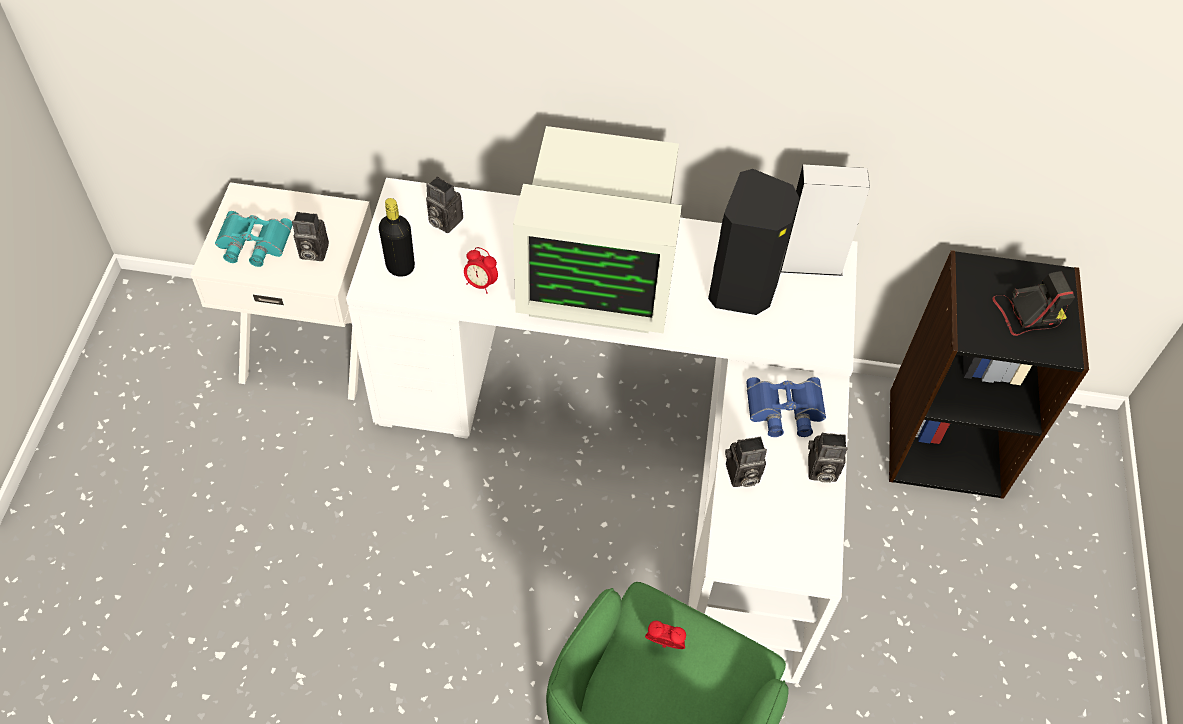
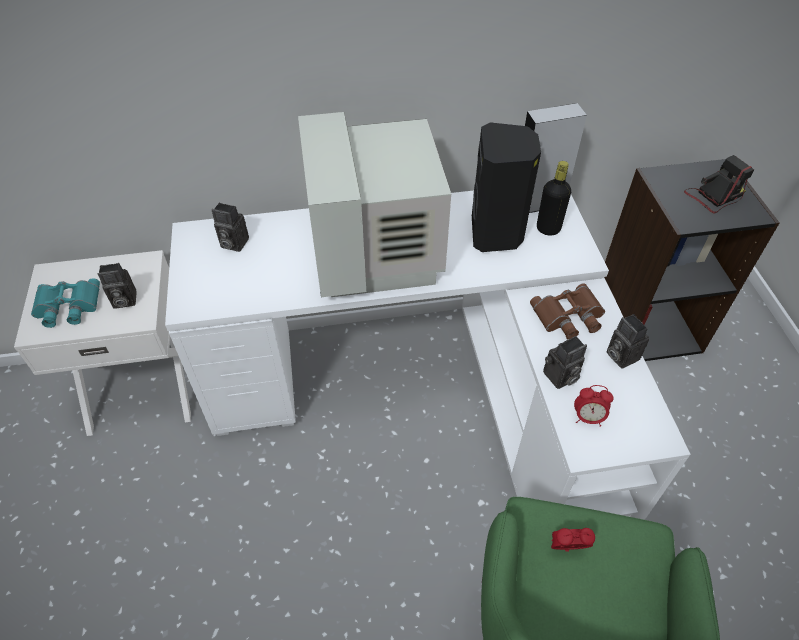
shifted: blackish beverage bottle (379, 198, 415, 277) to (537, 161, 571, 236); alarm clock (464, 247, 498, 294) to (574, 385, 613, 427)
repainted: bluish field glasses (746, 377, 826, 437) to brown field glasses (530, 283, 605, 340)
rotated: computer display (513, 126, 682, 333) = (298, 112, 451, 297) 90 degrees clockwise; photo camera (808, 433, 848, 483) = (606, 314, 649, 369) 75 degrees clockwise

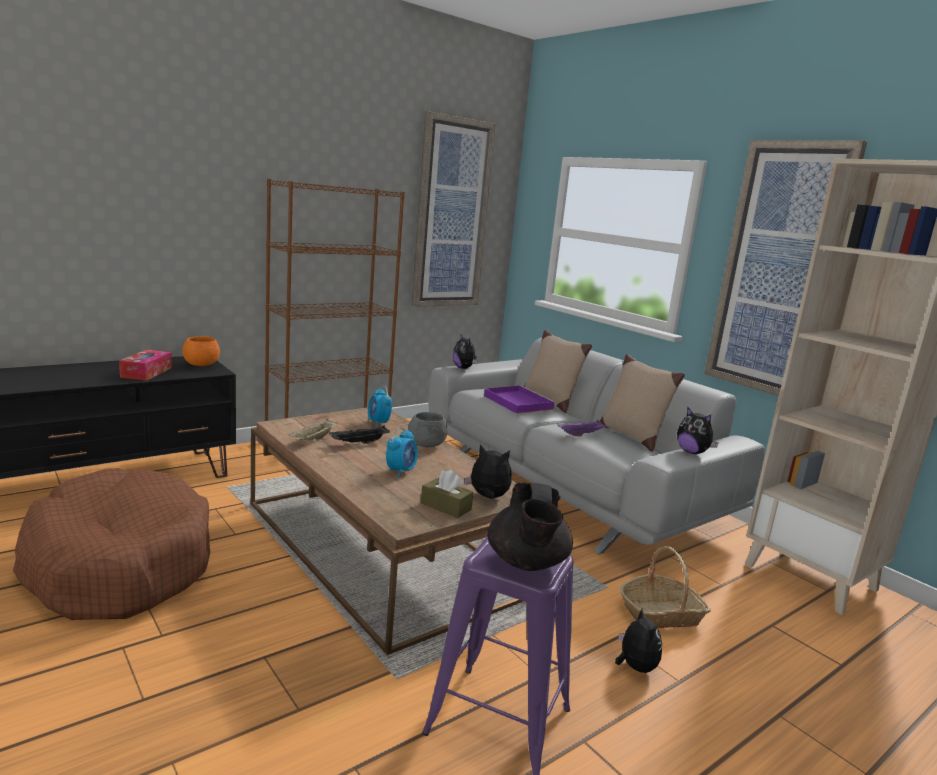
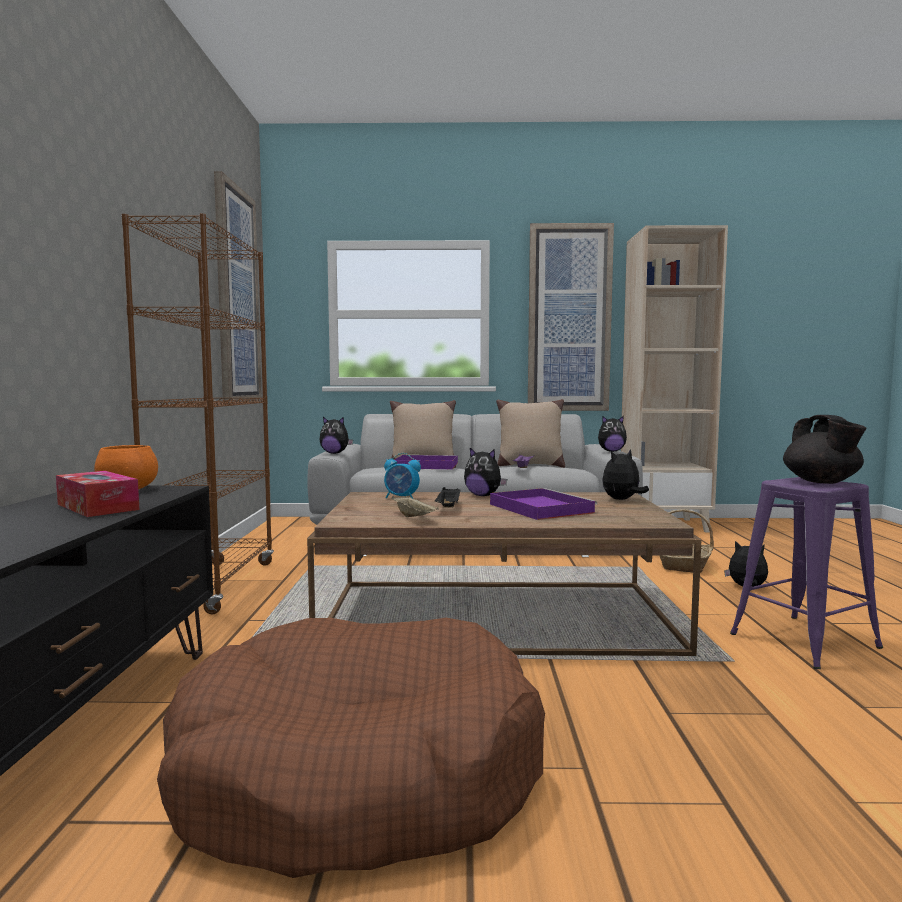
gone: brown box of tissues (421, 470, 473, 518)
swapped: grey bowl (408, 412, 448, 447) to soft toy (464, 448, 507, 496); alarm clock (386, 427, 418, 477) to purple-coloured serving tray (490, 488, 597, 520)
rotated: blackish pot for tea (487, 482, 573, 571) = (783, 415, 867, 484) 45 degrees clockwise

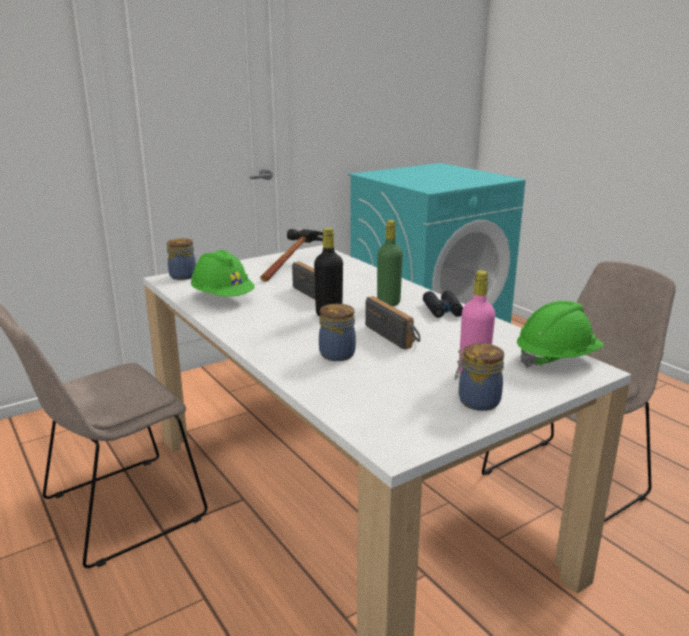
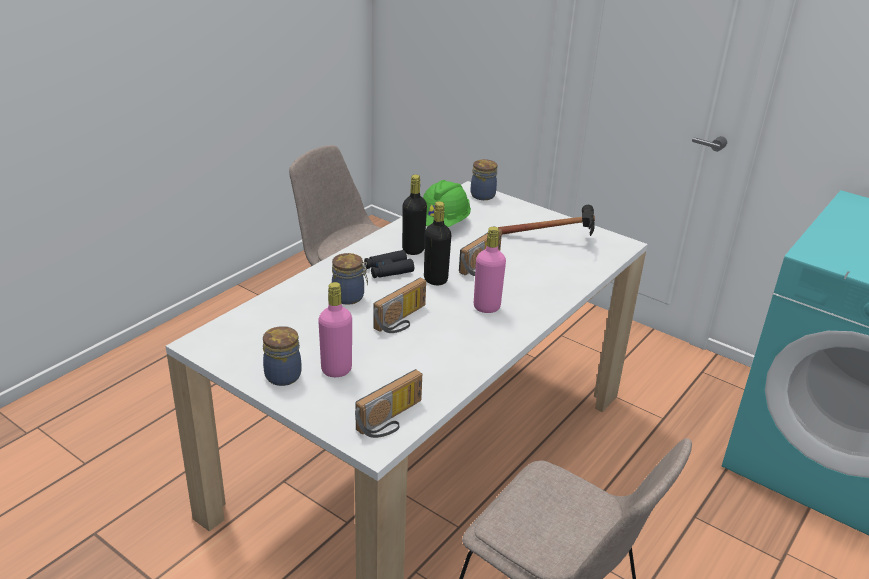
new: blackish beverage bottle (402, 175, 427, 255)
shifted: blackish field glasses (423, 290, 463, 318) to (364, 250, 414, 278)
swapped: green work helmet (517, 301, 604, 368) to radio set (355, 369, 422, 438)
repainted: green beverage bottle (377, 220, 403, 306) to pink beverage bottle (474, 227, 506, 313)

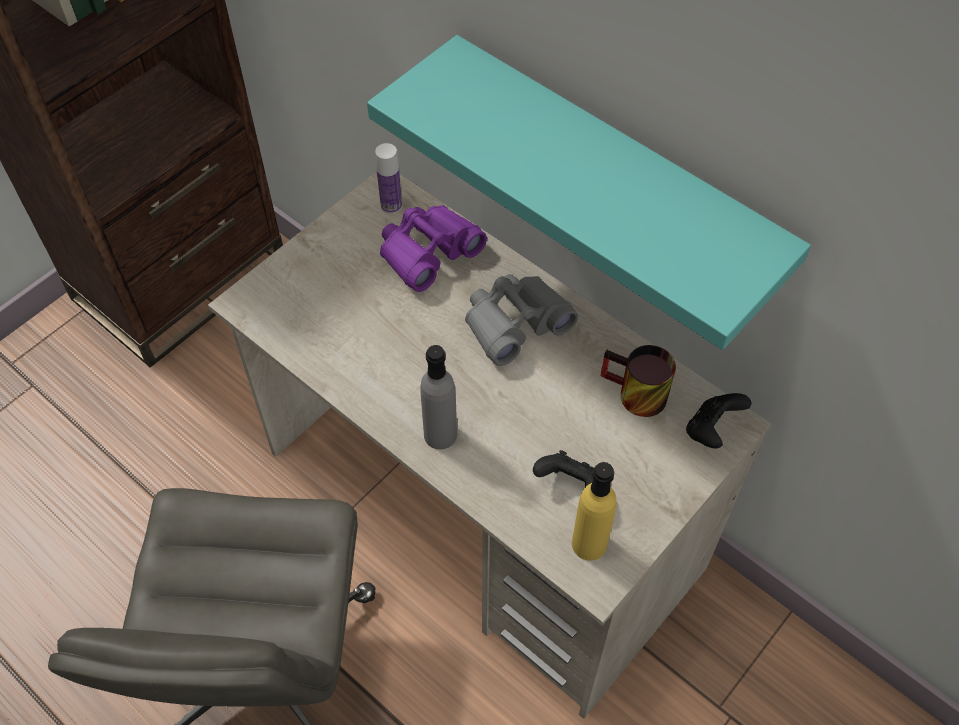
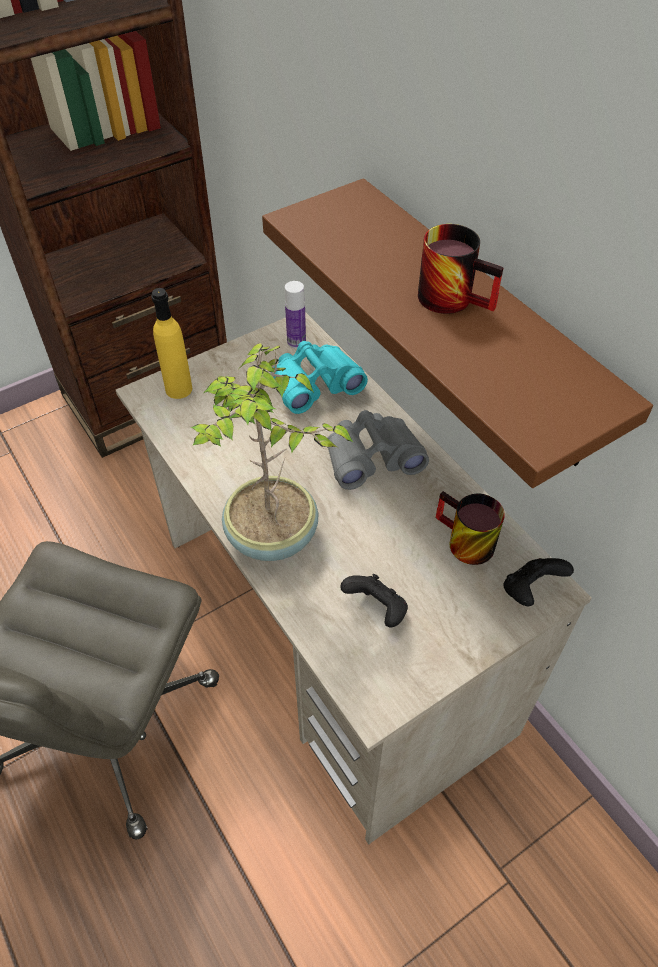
new: tea mug (418, 224, 504, 314)
shifted: yellow-coloured beverage bottle (572, 462, 617, 561) to (151, 288, 192, 399)
swapped: grey beverage bottle (420, 345, 457, 450) to potted plant (191, 343, 354, 561)
repainted: turquoise wall shelf (367, 35, 811, 350) to brown wall shelf (262, 178, 653, 488); purple-coloured field glasses (380, 205, 487, 292) to turquoise field glasses (271, 341, 368, 414)

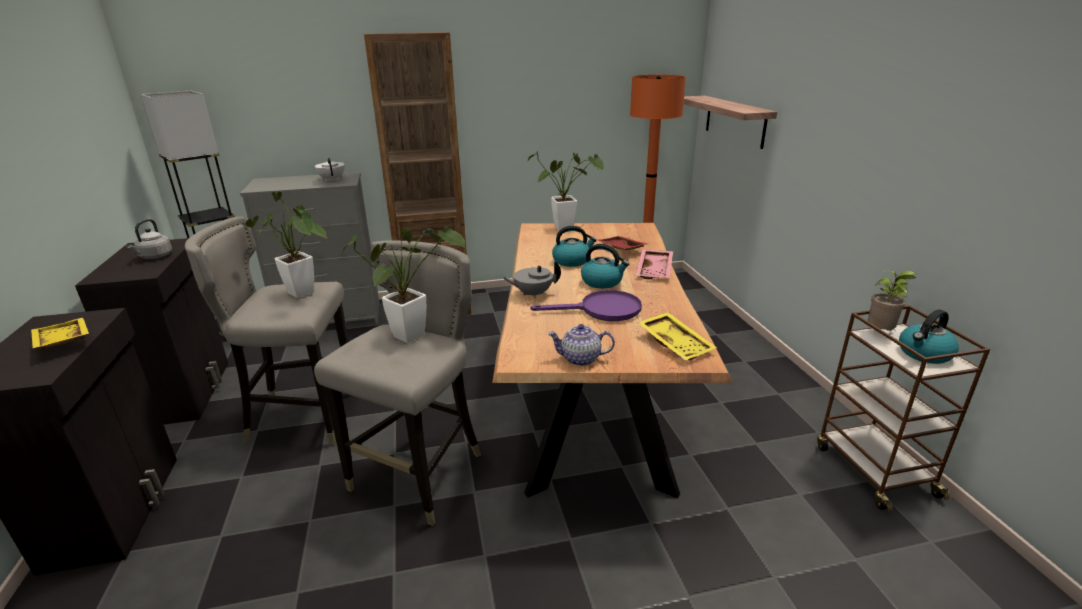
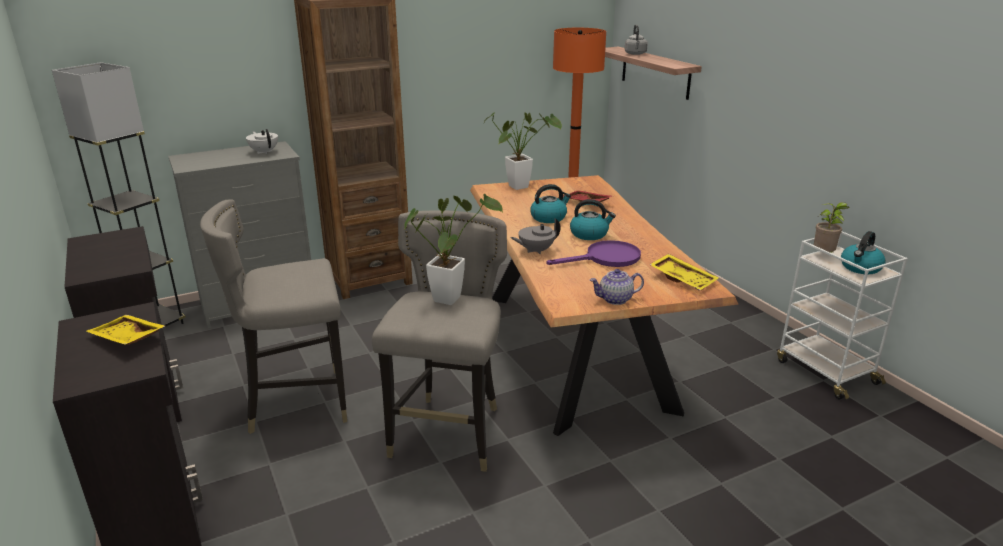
gone: potted plant (245, 192, 327, 298); pink serving tray (636, 249, 673, 279)
shifted: grey tea kettle (126, 219, 172, 259) to (625, 25, 648, 55)
repainted: brown trolley (817, 305, 990, 512) to whitish trolley (777, 231, 908, 400)

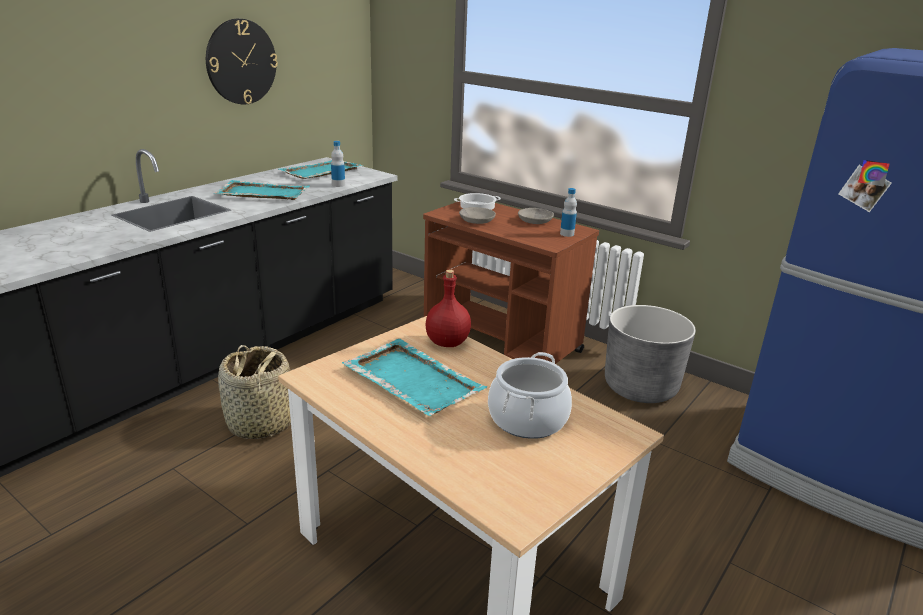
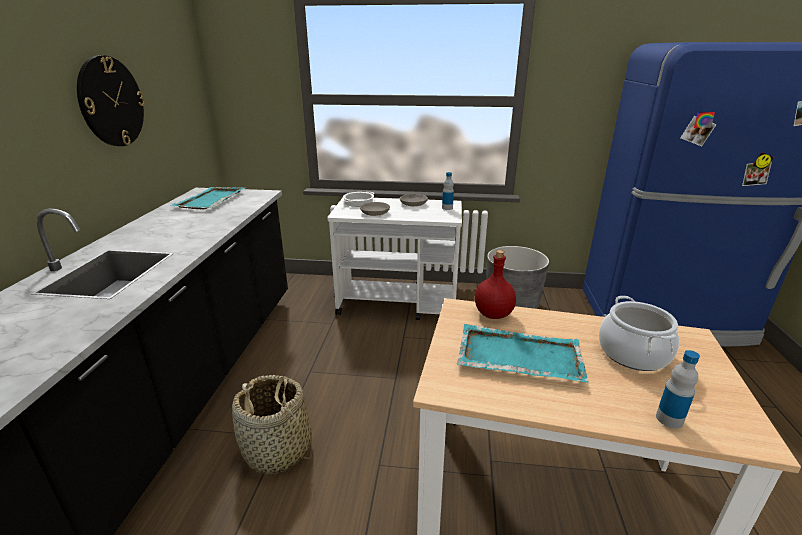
gone: turquoise serving tray (214, 180, 309, 200)
shifted: beverage bottle (331, 141, 345, 187) to (656, 350, 700, 429)
repainted: brown trolley (423, 201, 599, 364) to whitish trolley (327, 198, 462, 320)

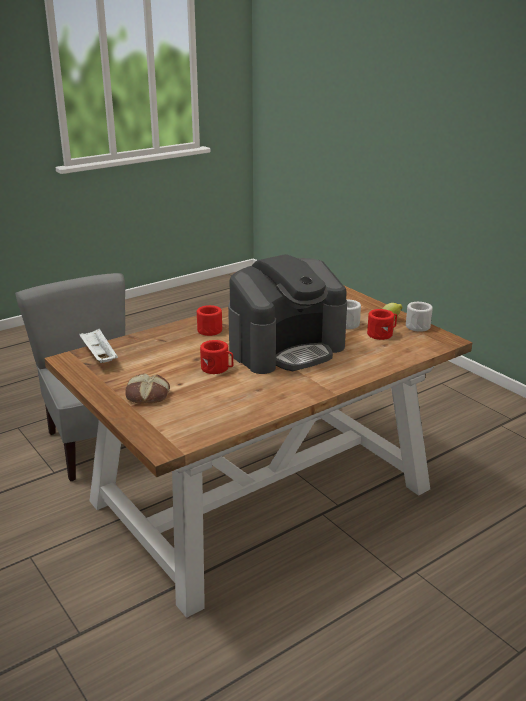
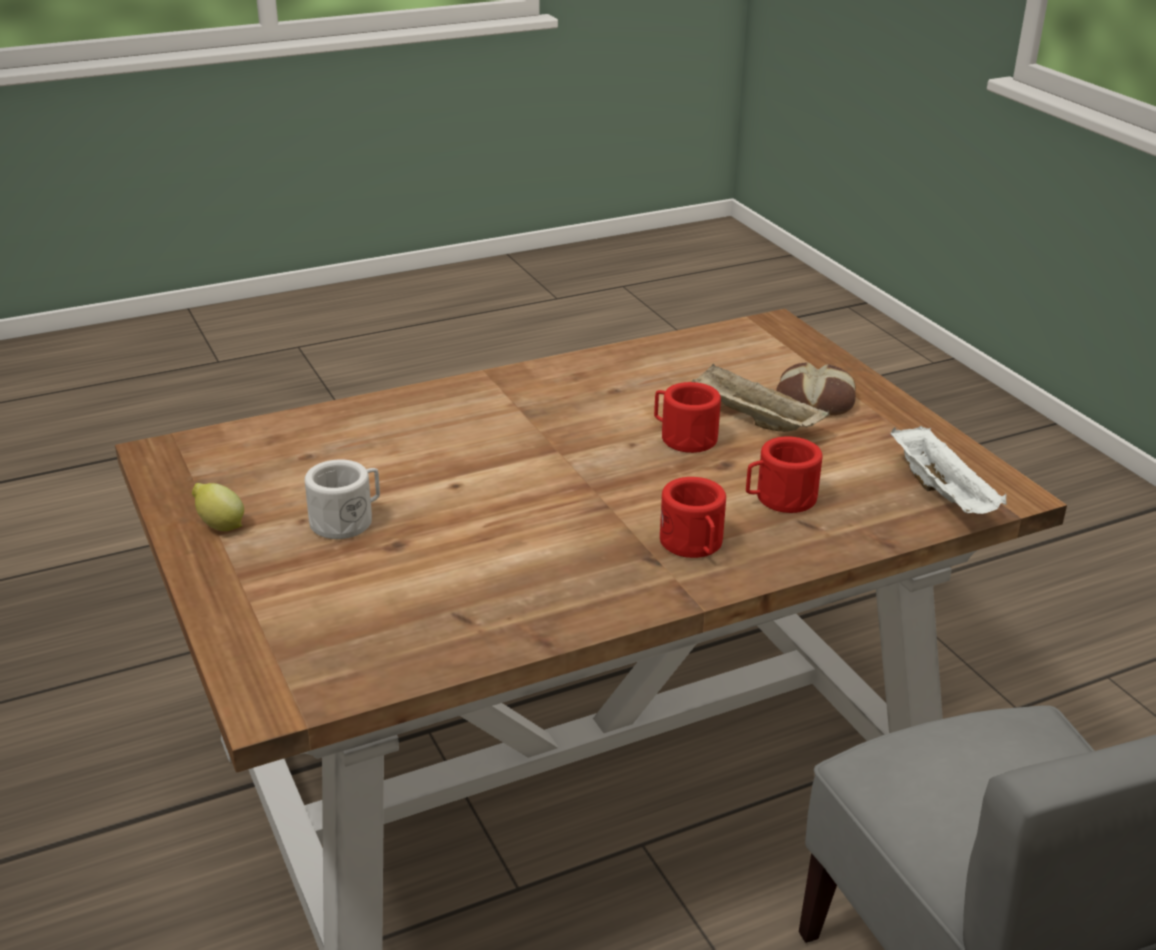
gone: coffee brewer (228, 254, 347, 374); whitish tea mug (406, 302, 433, 332)
new: sand-coloured serving tray (691, 364, 829, 432)
shifted: red-coloured tea mug (367, 309, 397, 340) to (746, 436, 823, 513)

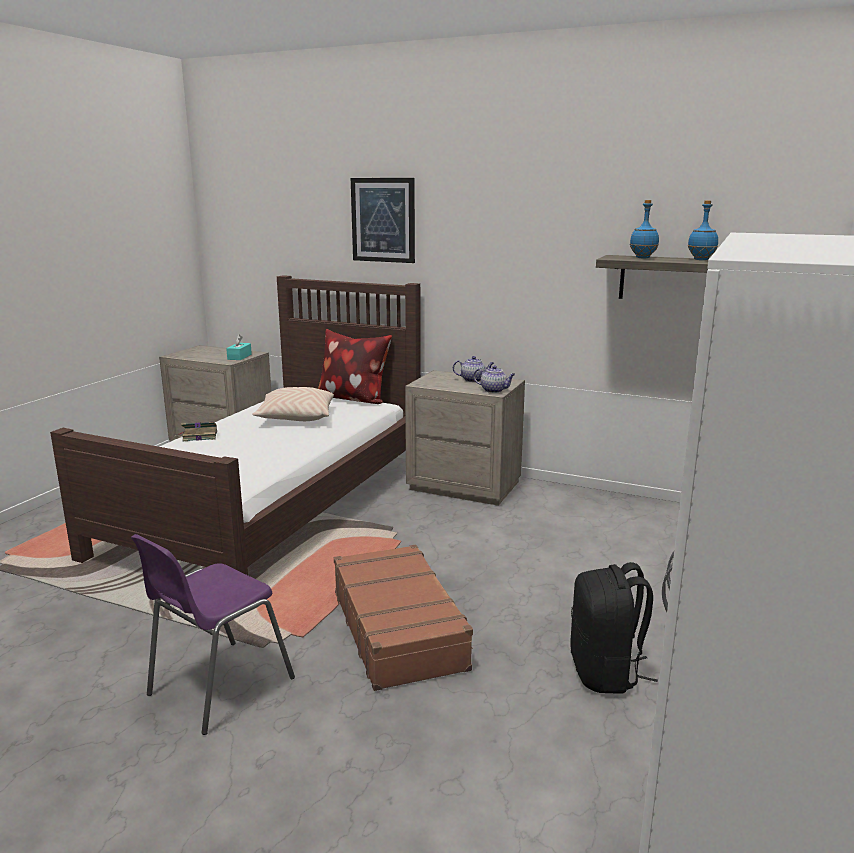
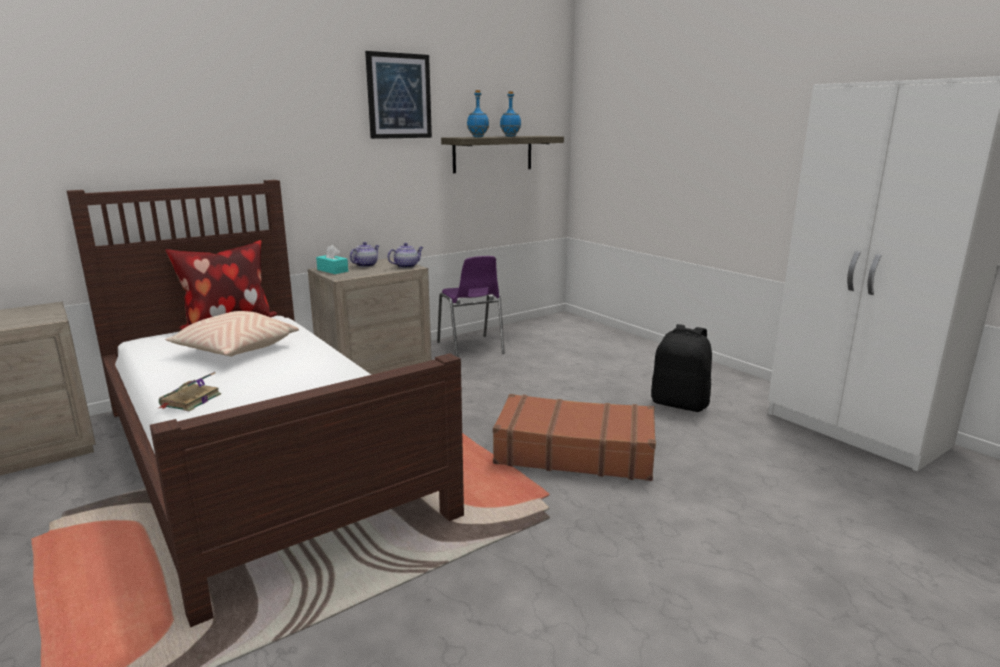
shifted: picture (351, 178, 415, 263) to (365, 51, 432, 139); turquoise box of tissues (226, 335, 252, 360) to (316, 245, 348, 274); purple-coloured plain chair (131, 534, 295, 735) to (437, 256, 505, 357)

